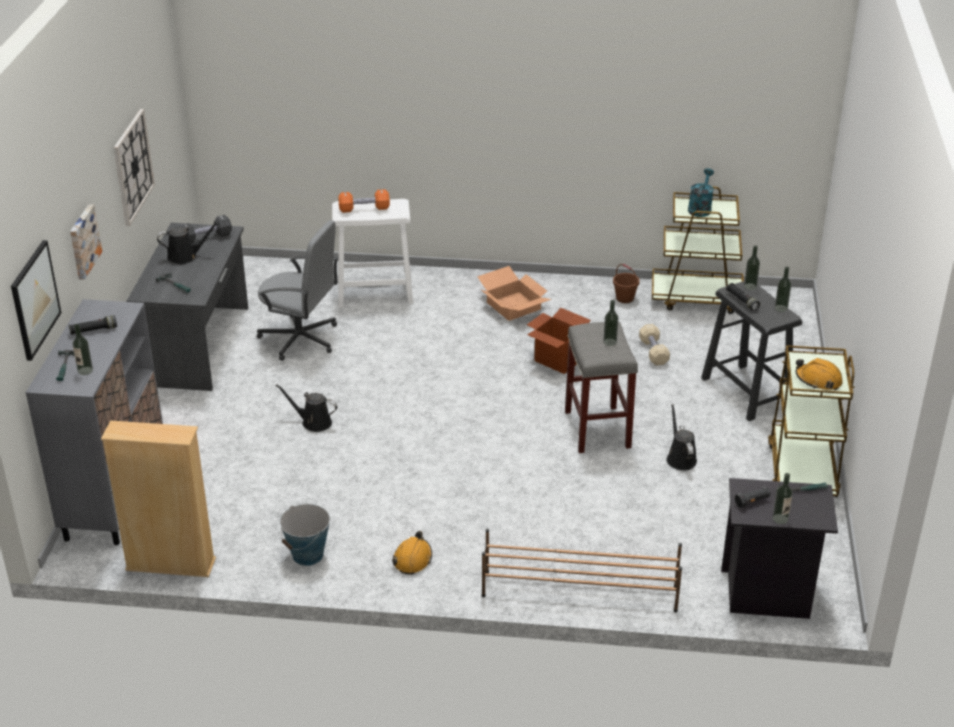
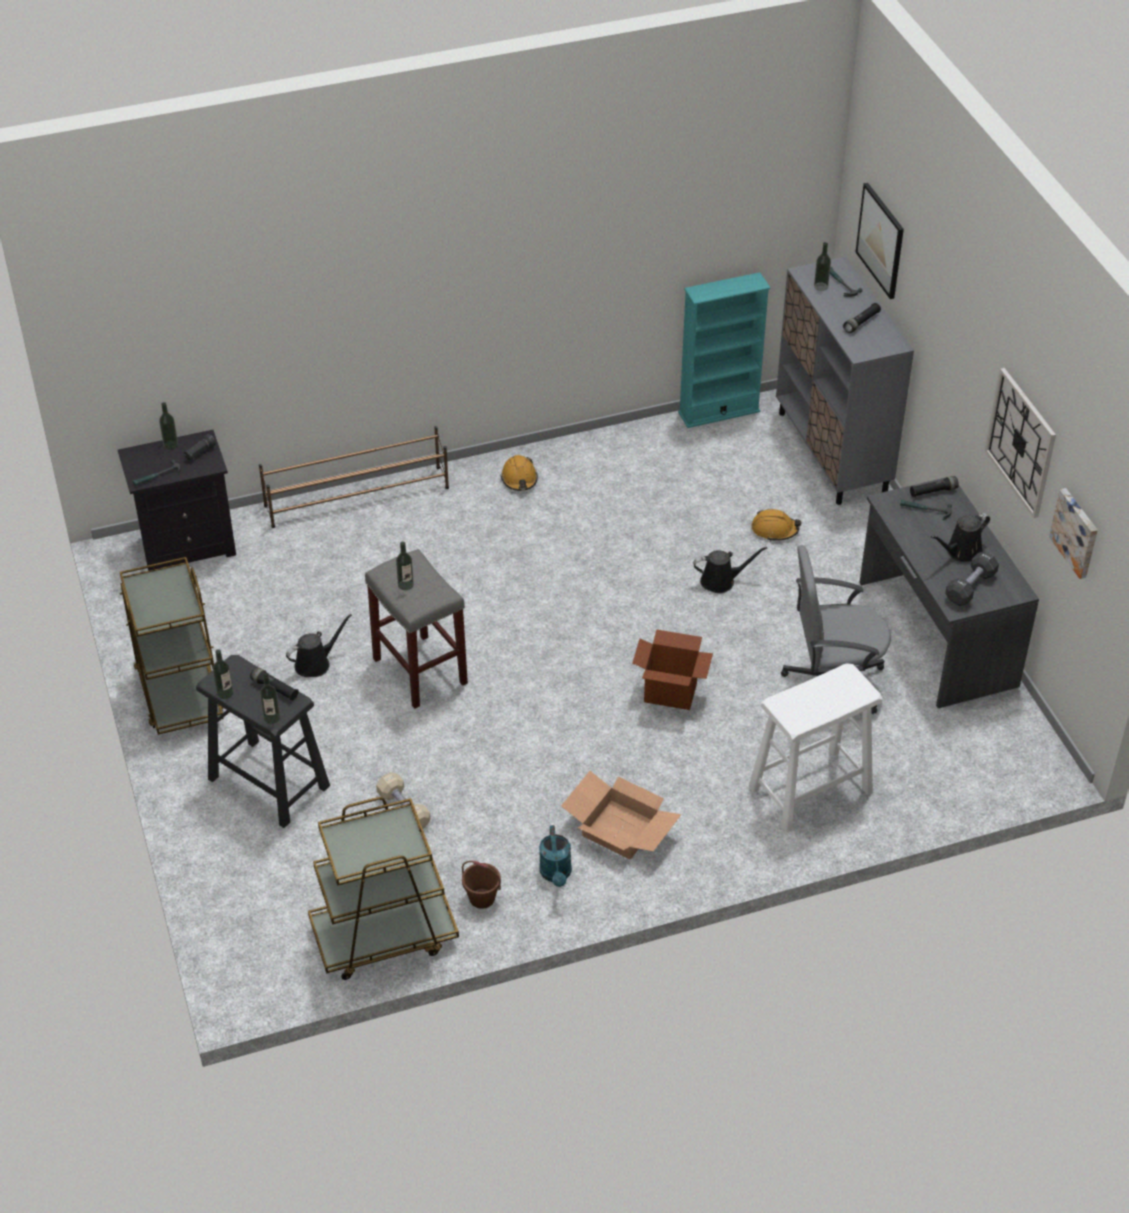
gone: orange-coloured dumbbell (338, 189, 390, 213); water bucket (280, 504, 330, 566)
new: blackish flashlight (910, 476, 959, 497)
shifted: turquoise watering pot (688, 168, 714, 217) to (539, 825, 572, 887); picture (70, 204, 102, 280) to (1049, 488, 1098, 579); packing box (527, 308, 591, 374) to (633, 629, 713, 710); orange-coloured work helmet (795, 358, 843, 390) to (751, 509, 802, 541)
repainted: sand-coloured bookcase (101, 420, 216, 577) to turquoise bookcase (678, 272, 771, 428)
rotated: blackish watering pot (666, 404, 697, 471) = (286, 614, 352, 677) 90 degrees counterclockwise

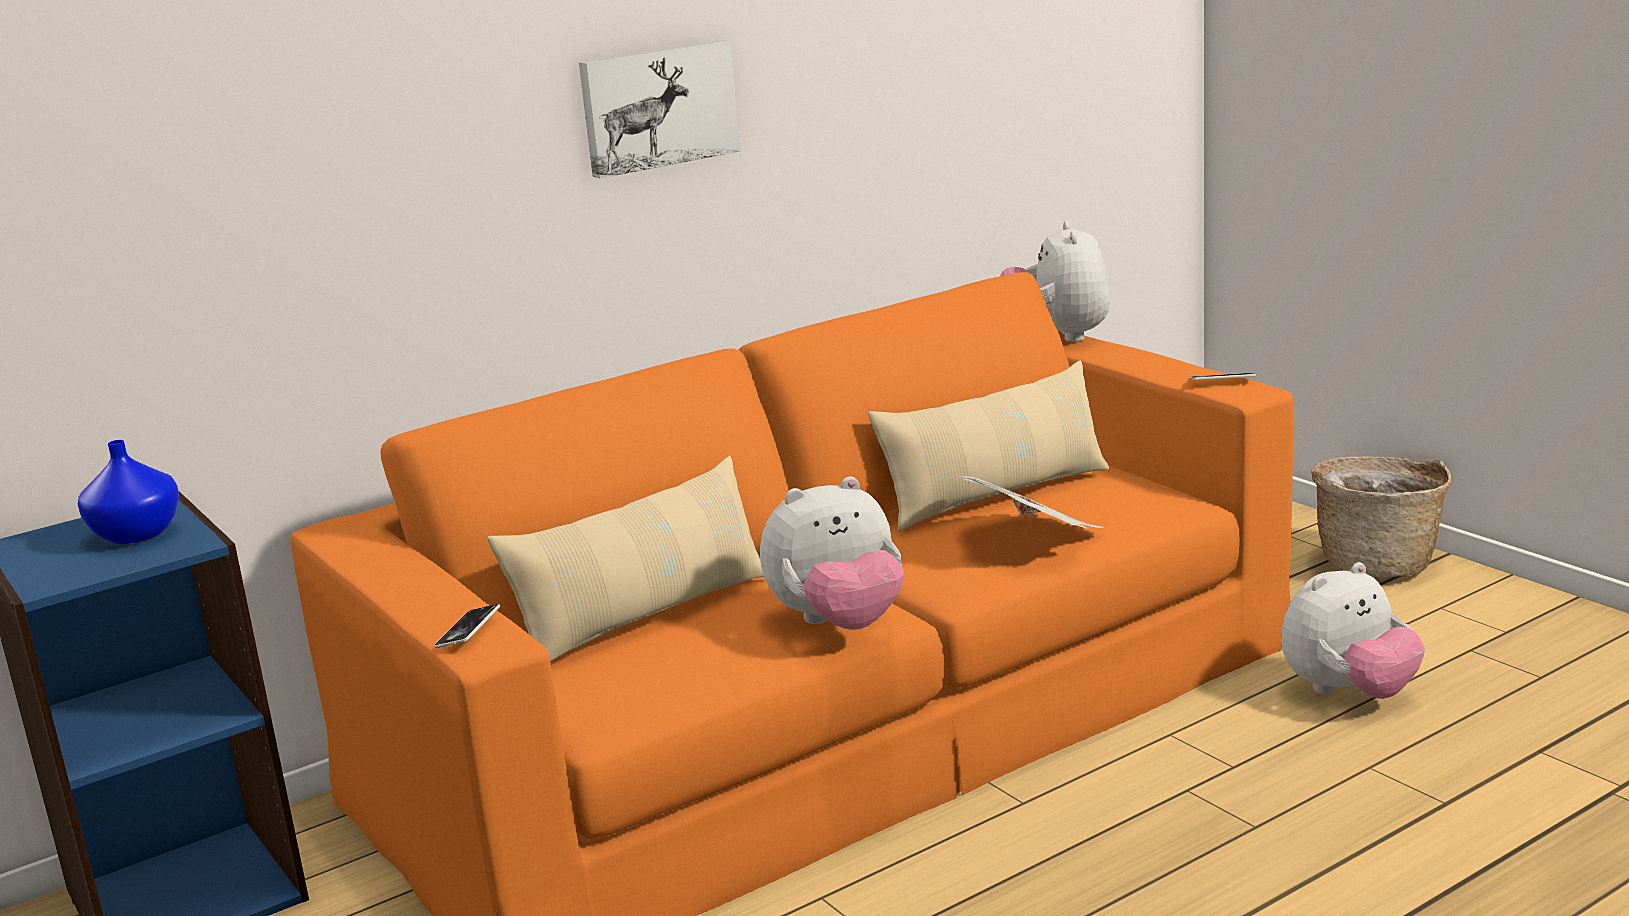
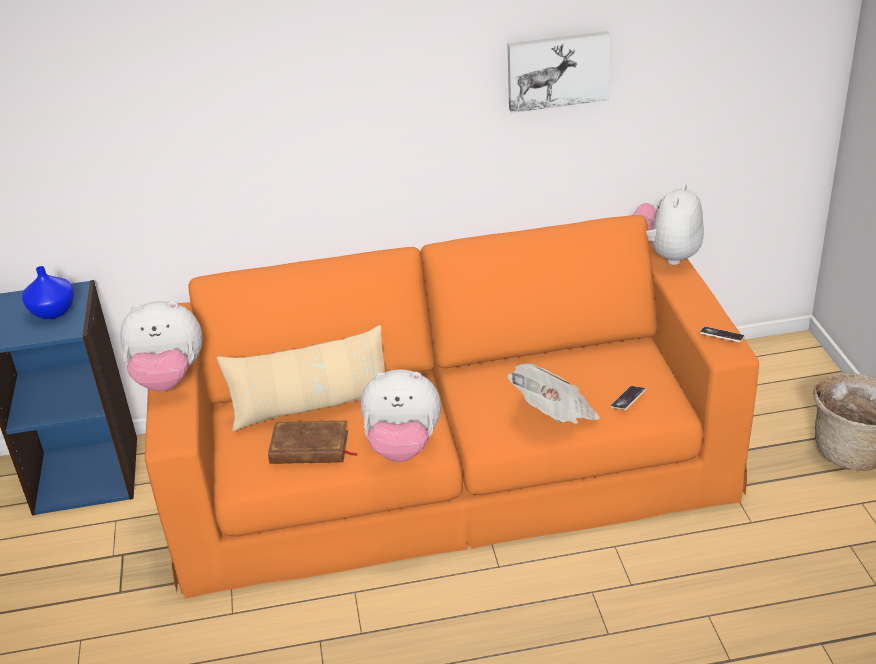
gone: sand-coloured throw pillow (868, 360, 1110, 532)
new: brown bound book (268, 421, 359, 464)
shifted: picture (579, 40, 740, 178) to (507, 31, 611, 113); soft toy (1281, 562, 1425, 699) to (120, 301, 203, 392); phone (434, 604, 500, 648) to (610, 386, 646, 410)

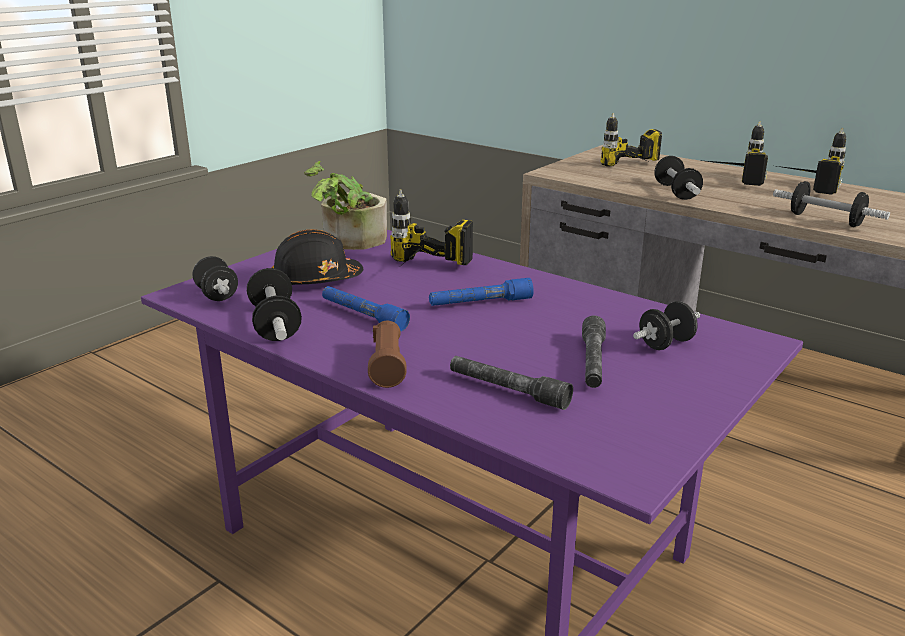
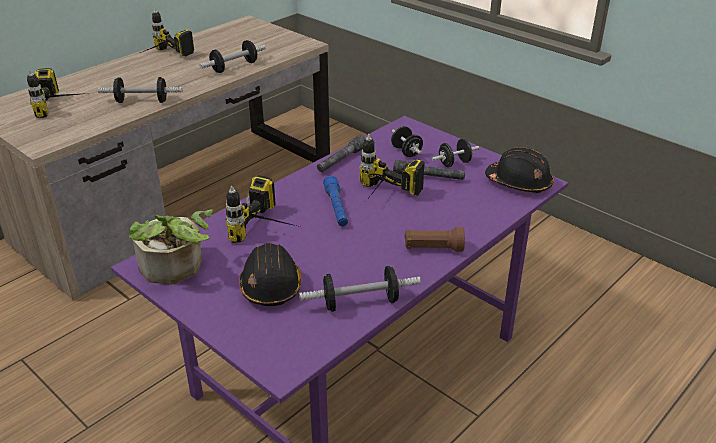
gone: bluish flashlight (322, 286, 410, 332)
new: blackish work helmet (485, 147, 554, 193)
shifted: power drill (698, 121, 768, 186) to (359, 134, 425, 200); blackish dumbbell (193, 256, 238, 301) to (432, 139, 479, 167); grey flashlight (450, 356, 573, 410) to (317, 135, 365, 172)

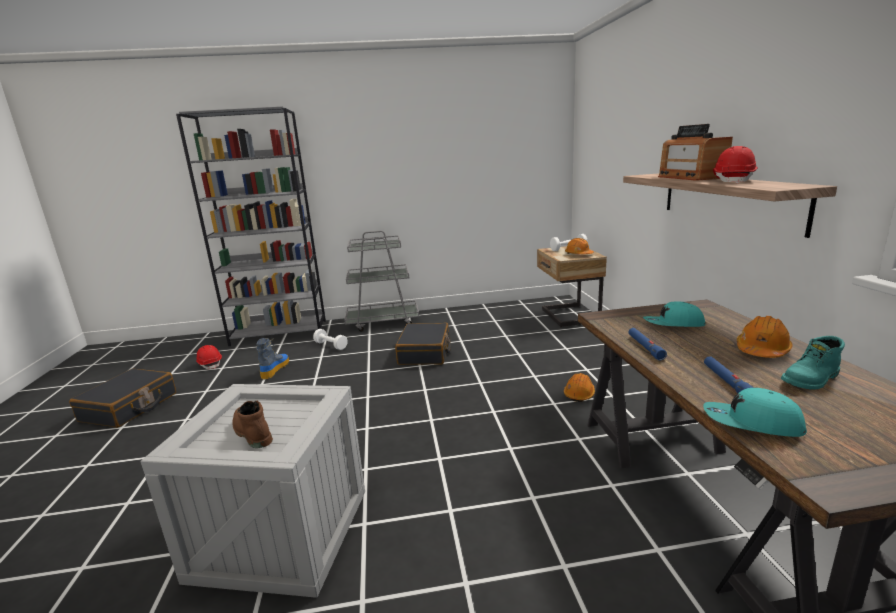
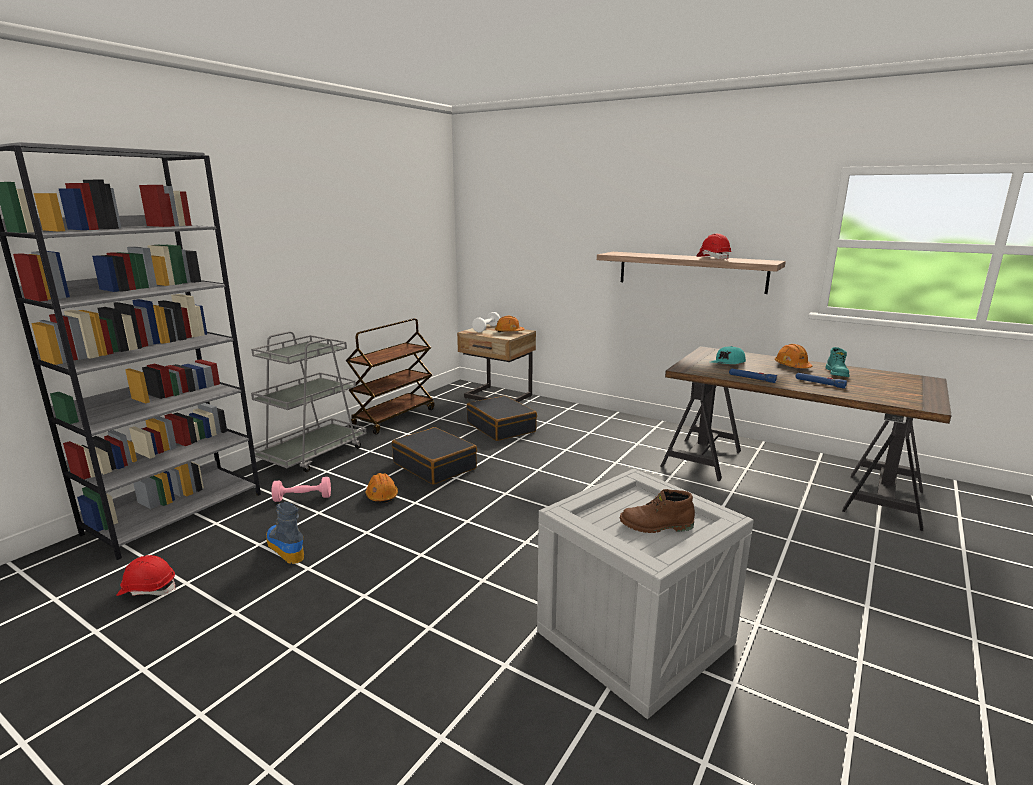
gone: radio set (658, 124, 733, 181); turquoise cap (703, 388, 807, 437)
new: brown trolley (346, 318, 435, 435)
shifted: blackish travel case (69, 369, 176, 428) to (467, 396, 537, 441); orange-coloured work helmet (564, 373, 595, 402) to (365, 473, 398, 503)
repainted: whitish dumbbell (313, 329, 348, 350) to pink dumbbell (272, 477, 331, 502)

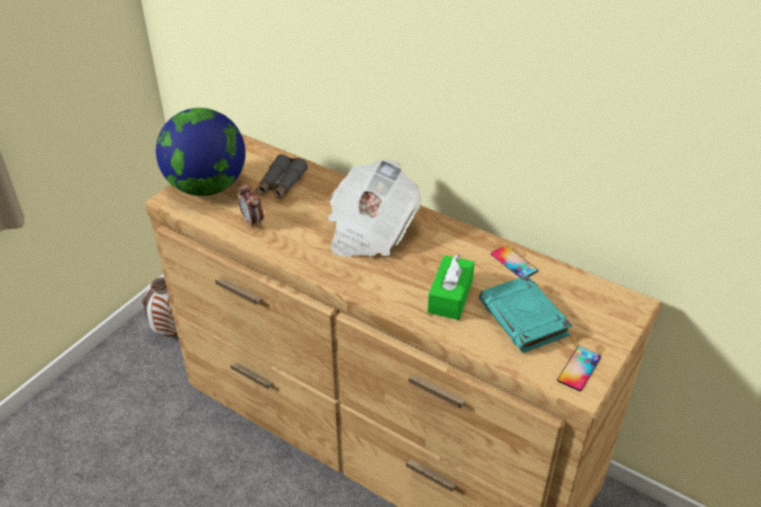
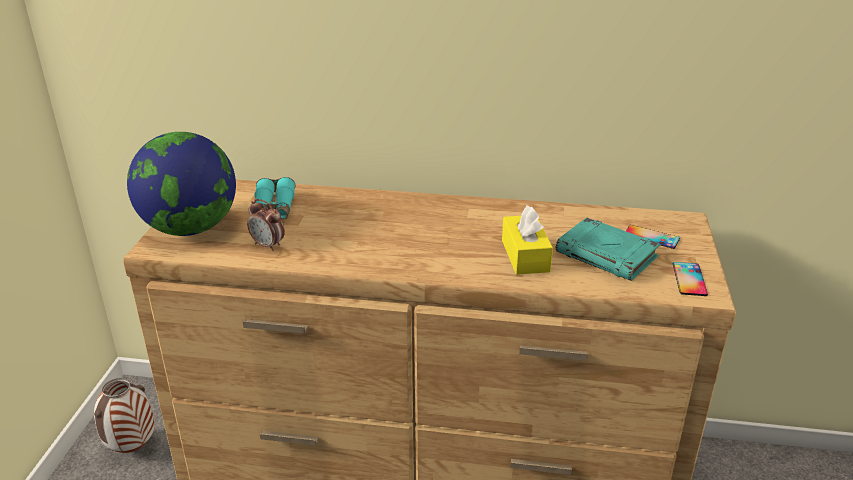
gone: newspaper (328, 159, 421, 257)
shifted: phone (491, 245, 538, 277) to (626, 225, 680, 249)
repainted: grey field glasses (256, 154, 308, 200) to turquoise field glasses (255, 177, 295, 219); green box of tissues (428, 254, 475, 320) to yellow-coloured box of tissues (502, 205, 553, 275)

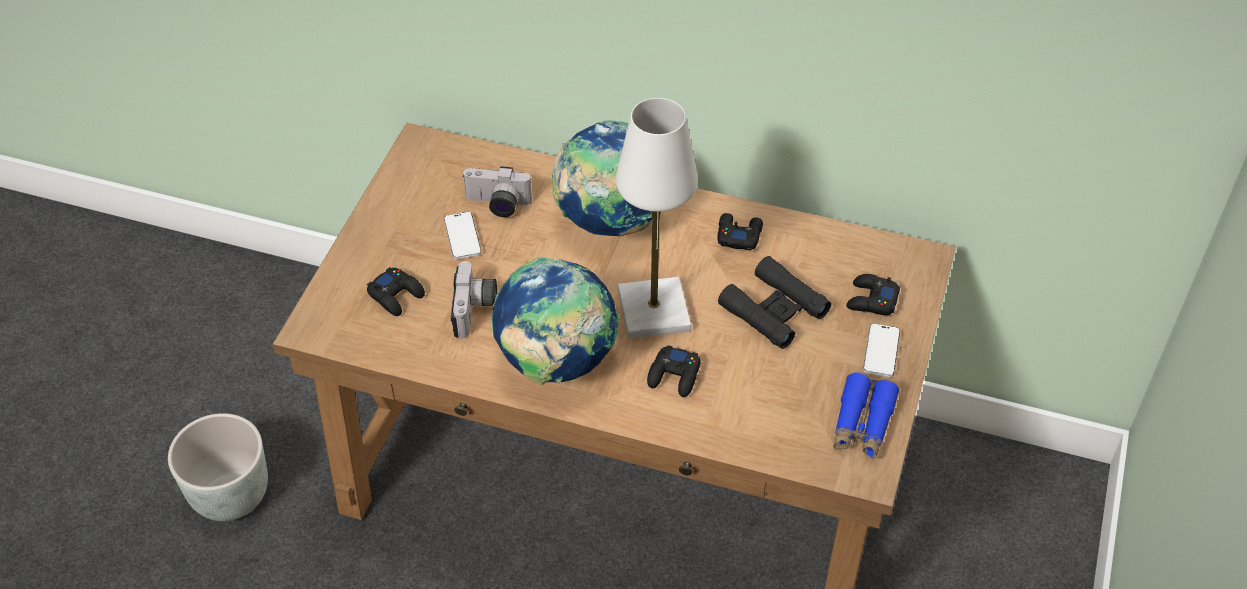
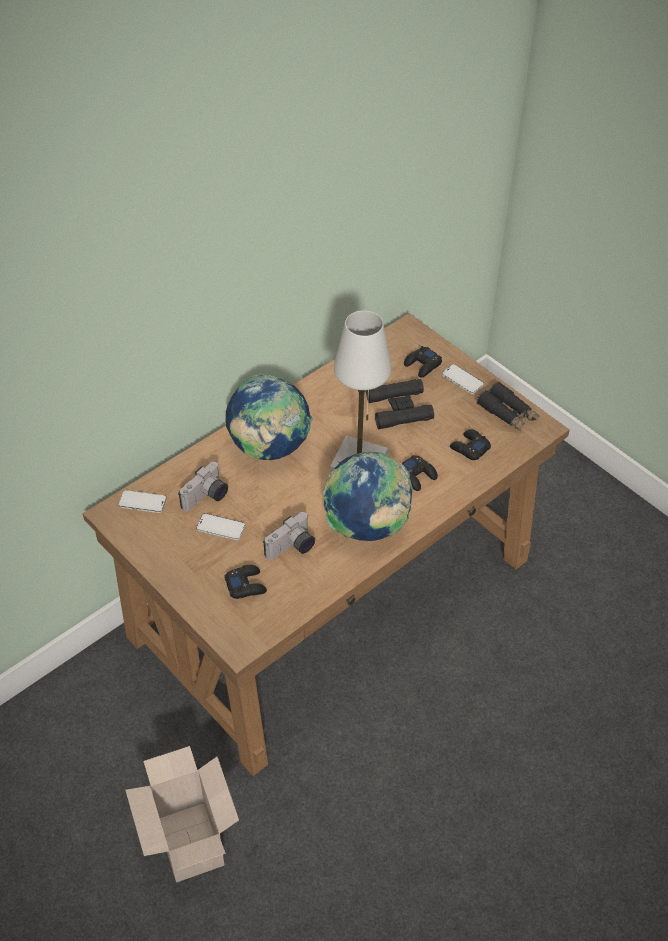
new: phone (118, 490, 167, 513)
shifted: blackish gamepad (717, 213, 763, 251) to (450, 429, 491, 460)
swapped: grey plant pot (168, 413, 268, 521) to packing box (125, 746, 239, 882)
repainted: bluish field glasses (833, 372, 900, 459) to blackish field glasses (477, 382, 539, 432)
rotated: photo camera (451, 261, 497, 339) = (263, 512, 315, 560) 105 degrees clockwise

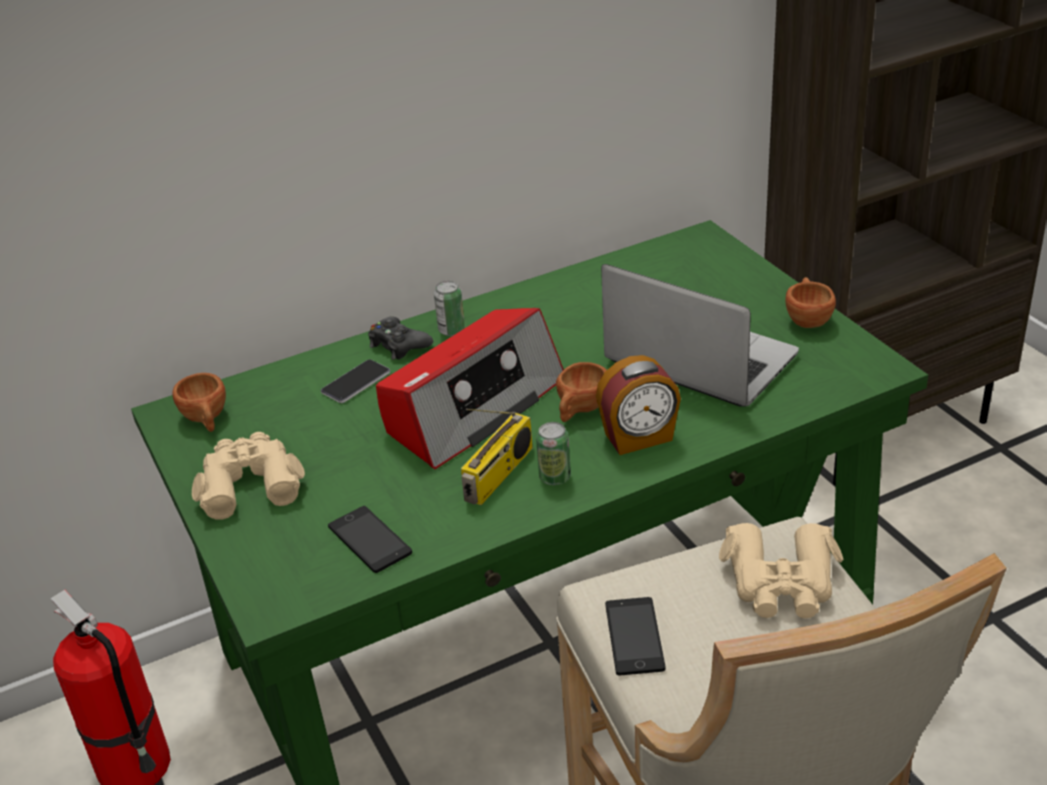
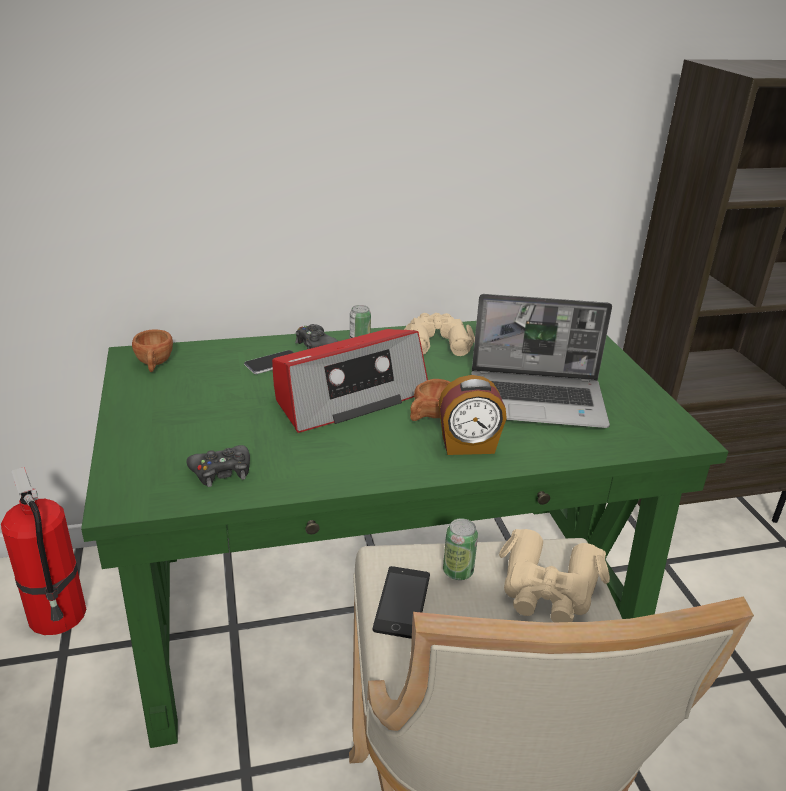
gone: brown cup (785, 277, 836, 328); radio set (461, 408, 533, 505)
shifted: sealed can (536, 422, 571, 485) to (443, 518, 478, 580); sand-coloured field glasses (192, 432, 305, 520) to (404, 313, 475, 356)
swapped: phone (328, 506, 412, 573) to blackish gamepad (187, 445, 250, 487)
rotated: portable computer (601, 264, 799, 407) = (471, 294, 612, 428) 135 degrees clockwise

